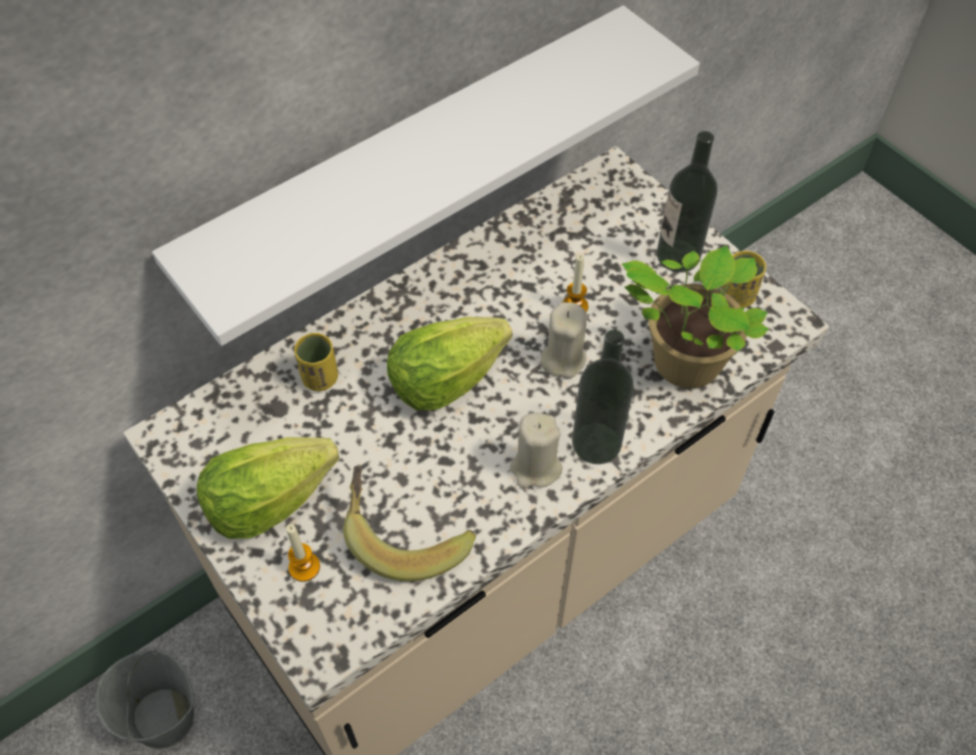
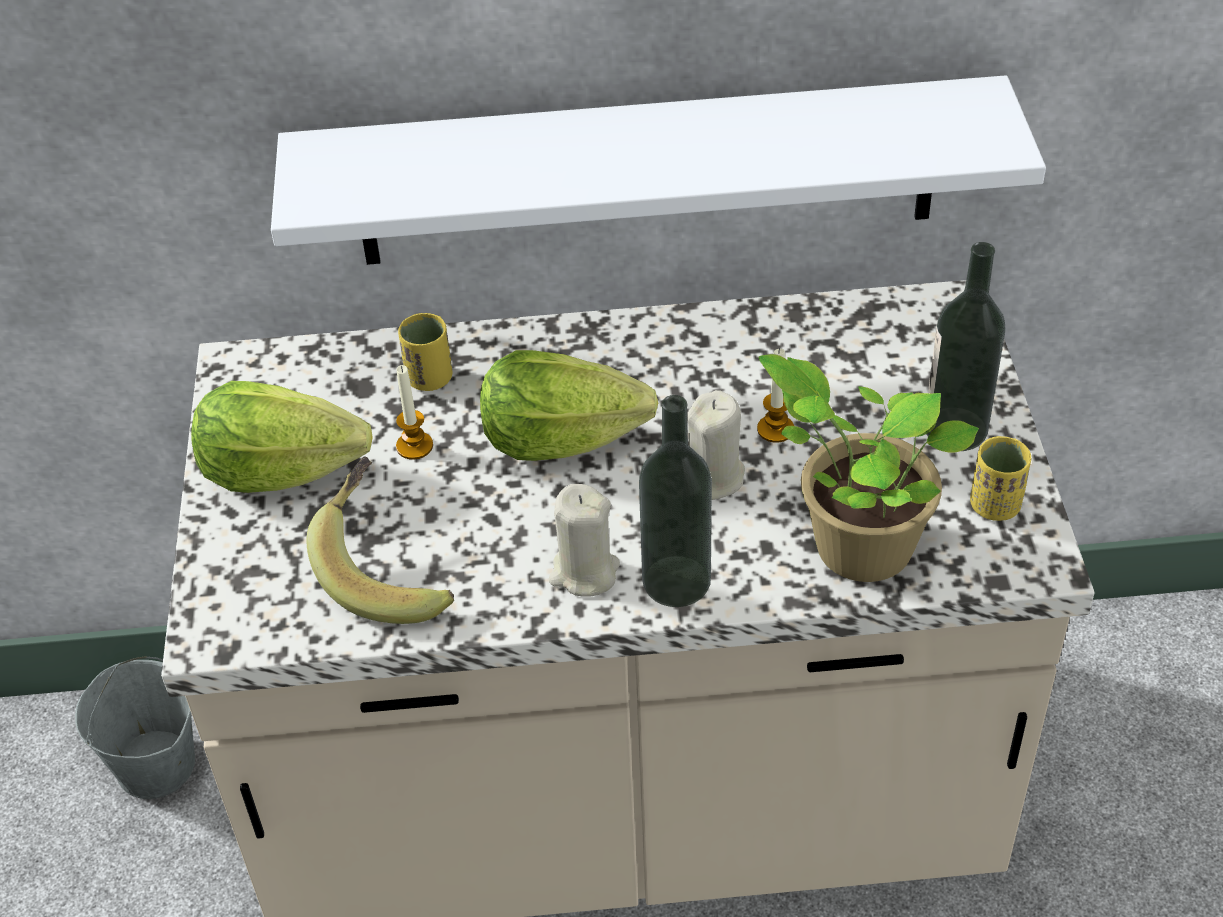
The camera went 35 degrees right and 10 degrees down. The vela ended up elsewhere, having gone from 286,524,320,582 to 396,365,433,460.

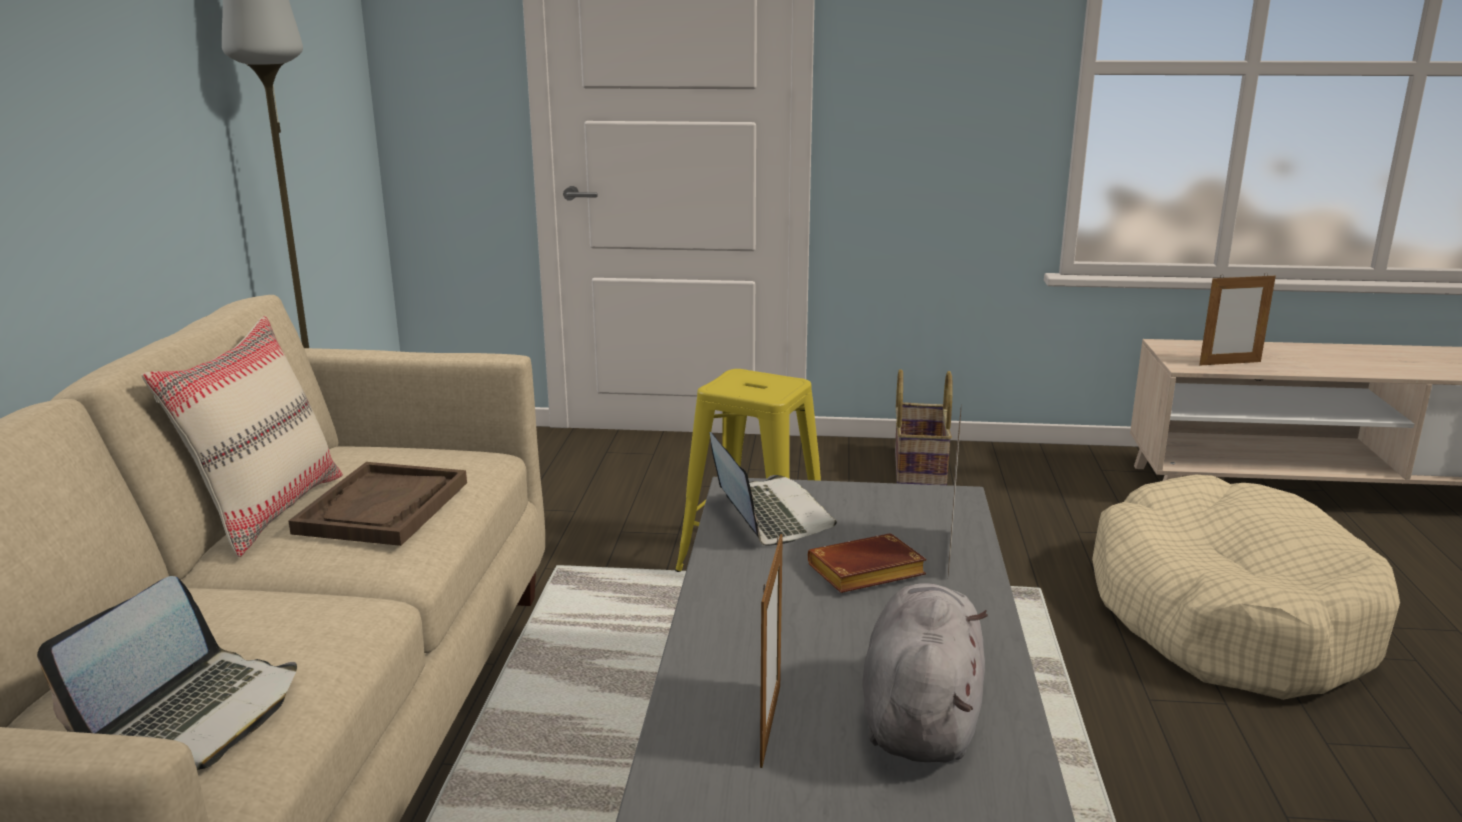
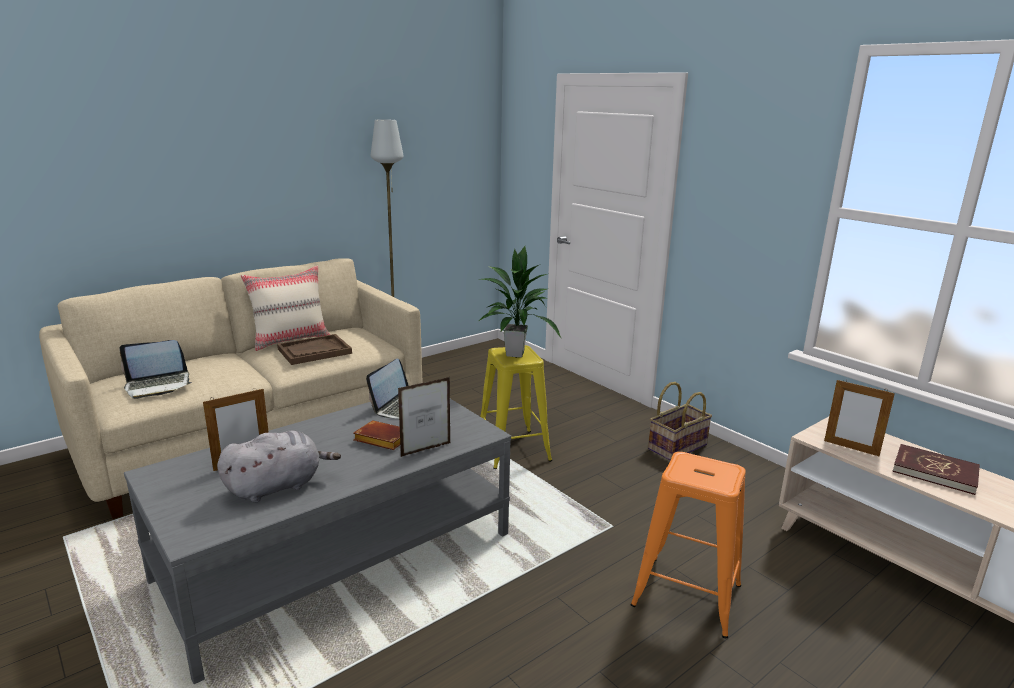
The camera went 45 degrees right and 0 degrees up. The second view gained the planta en maceta at 477,246,562,357. Where the cama para perro/beis stood at 1092,475,1400,700, the taburete/naranja came to stand at 631,452,746,638. The second view gained the libro/rojo at 892,444,980,495.

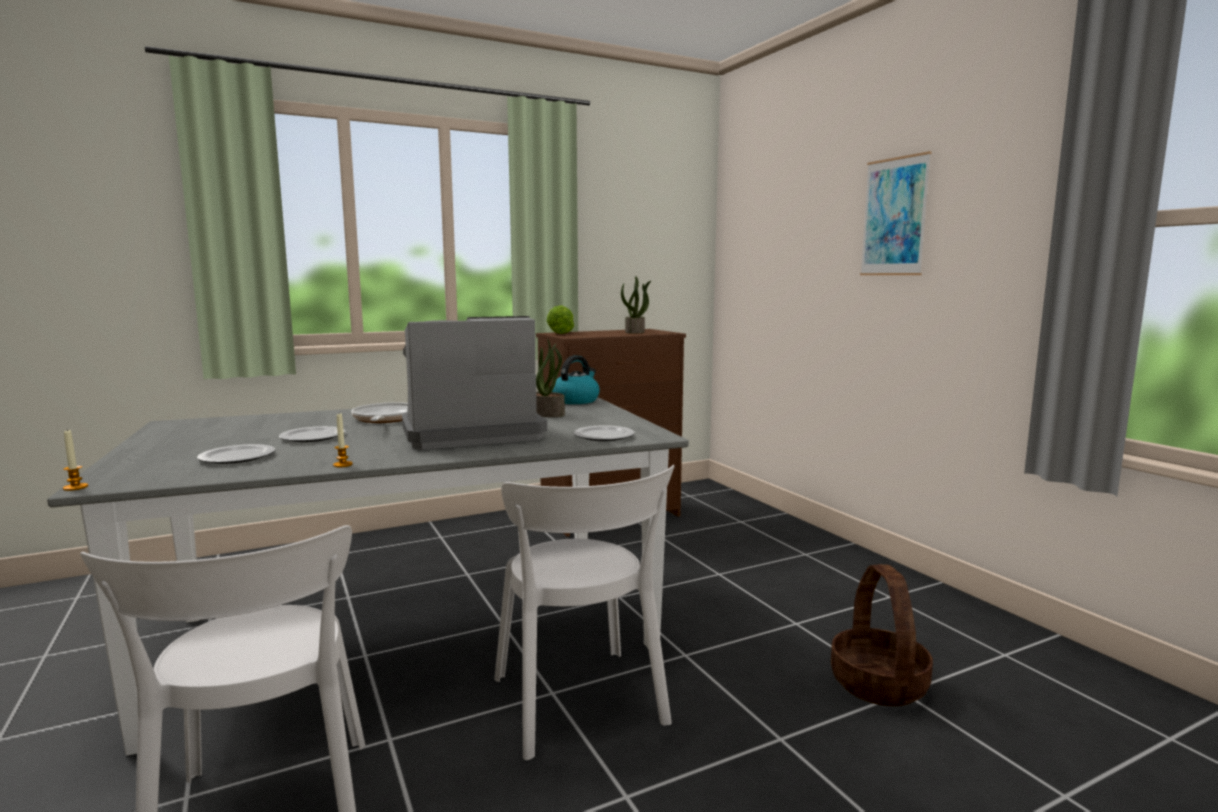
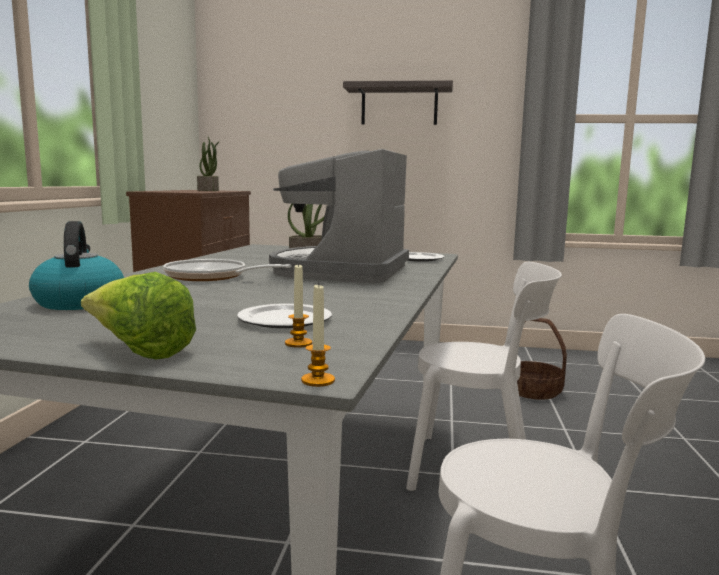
The camera went 55 degrees left and 0 degrees up. The hervidor ended up elsewhere, having gone from 552,355,600,404 to 29,221,124,310. The lechuga ended up elsewhere, having gone from 547,305,574,334 to 81,272,196,359. The vela ended up elsewhere, having gone from 333,413,353,468 to 285,263,312,348. Where the cuadro hung at 860,151,931,275, the estante came to hang at 343,80,453,125. The second view lost the plato at 279,426,346,442.

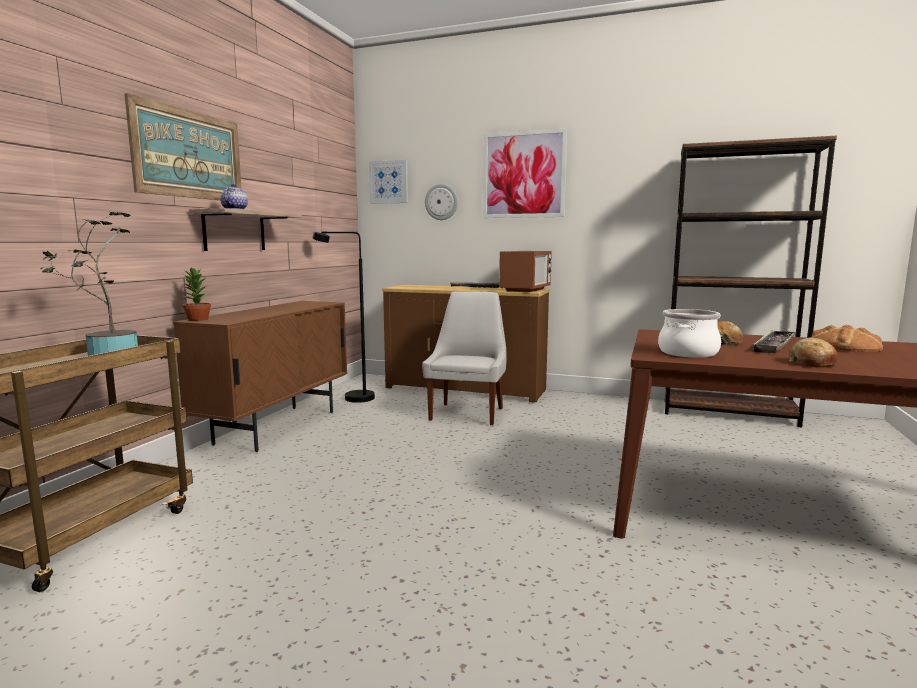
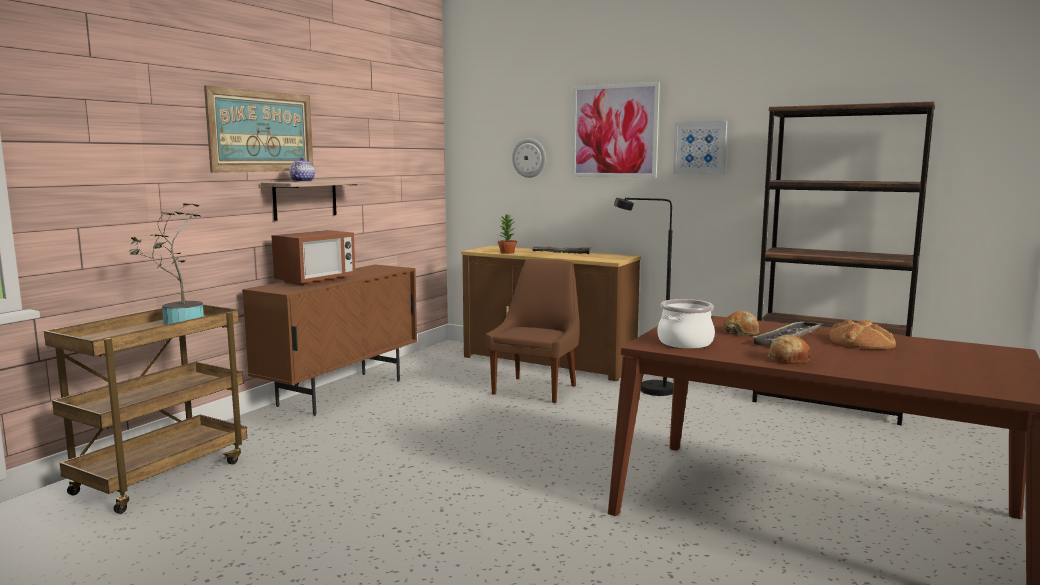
The camera went 10 degrees right and 0 degrees up. The microondas ended up elsewhere, having gone from 499,251,552,292 to 271,230,356,286. What was the silla/blanco at 422,291,507,425 turned into the silla/marrón at 485,259,580,403. The planta en maceta ended up elsewhere, having gone from 181,267,211,321 to 498,215,517,254. The lámpara de pie/negro ended up elsewhere, having gone from 312,232,375,403 to 614,198,673,396. The cuadro ended up elsewhere, having gone from 369,160,408,204 to 673,121,727,175.

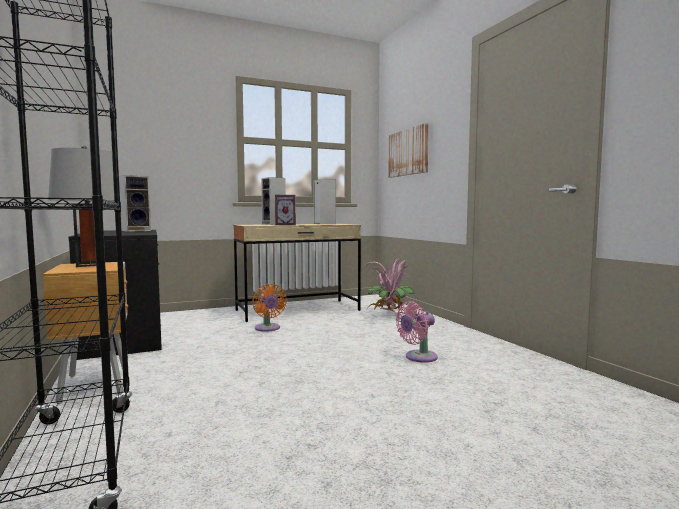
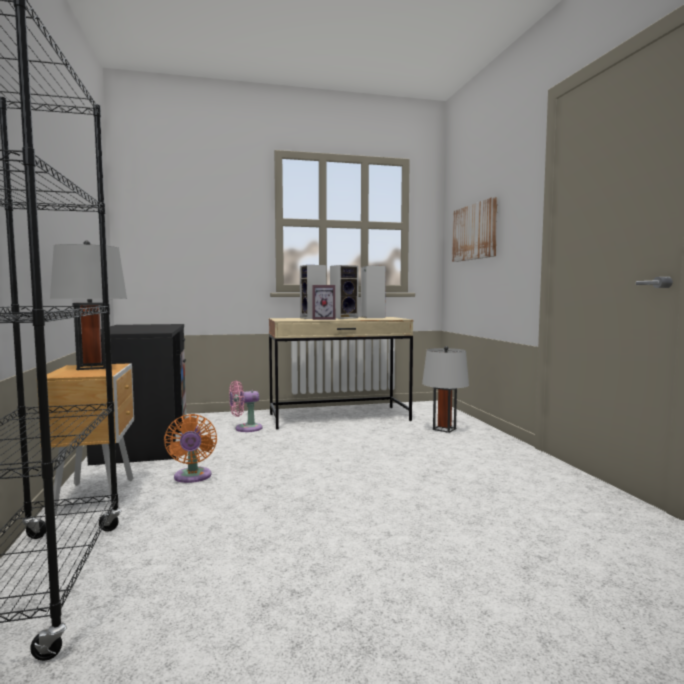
The camera went 10 degrees right and 0 degrees up. The ventilador/naranja ended up elsewhere, having gone from 252,284,287,332 to 164,414,217,483. The ventilador/rosa ended up elsewhere, having gone from 395,301,438,363 to 229,380,263,432. The altavoz ended up elsewhere, having gone from 119,175,151,232 to 330,265,358,319. Where the planta en maceta stood at 367,258,415,312, the lámpara de mesa/gris came to stand at 422,346,469,433.

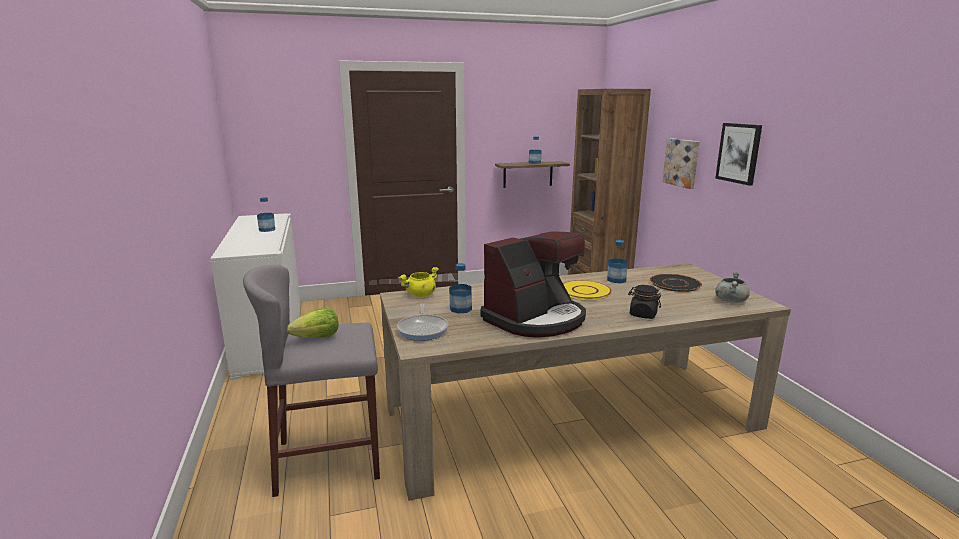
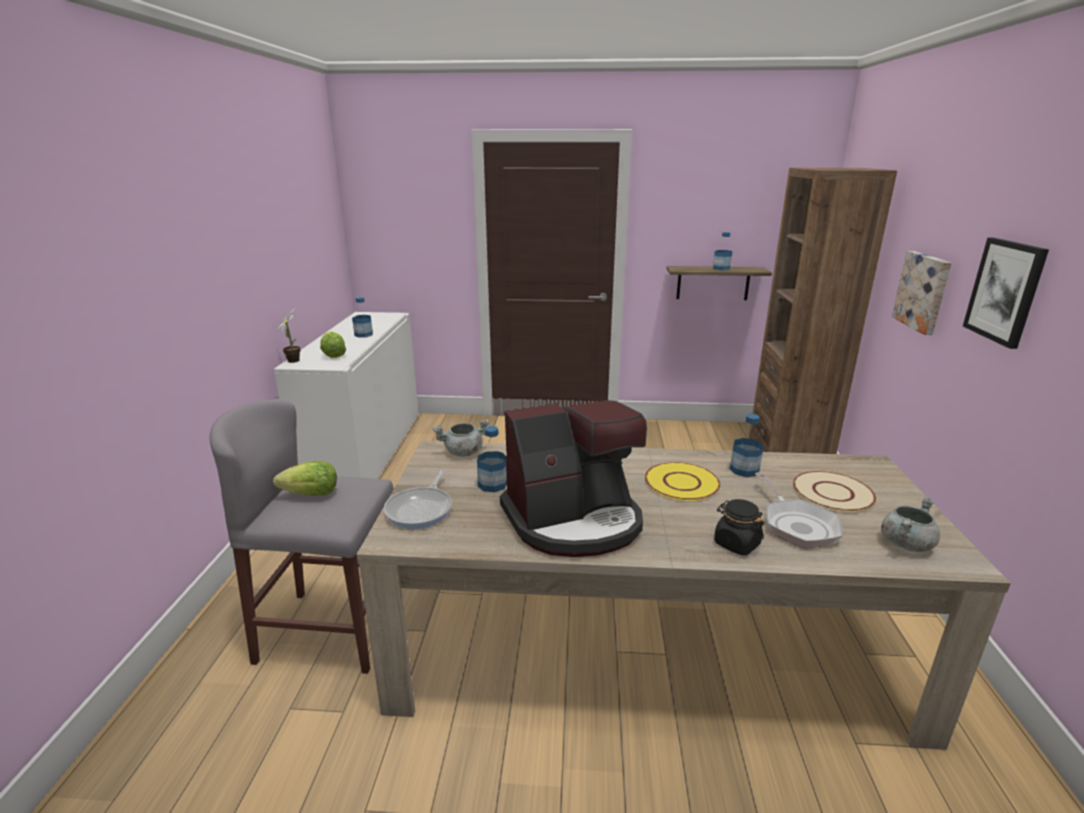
The camera went 20 degrees right and 5 degrees up. The second view gained the planta en maceta at 277,309,301,363. The second view gained the lechuga at 320,331,346,358. What was the olla/amarillo at 398,267,439,297 turned into the olla/gris at 432,419,490,457. The second view gained the sartén at 755,472,843,548. What was the plato/negro at 650,274,702,292 turned into the plato/beis at 793,471,876,512.

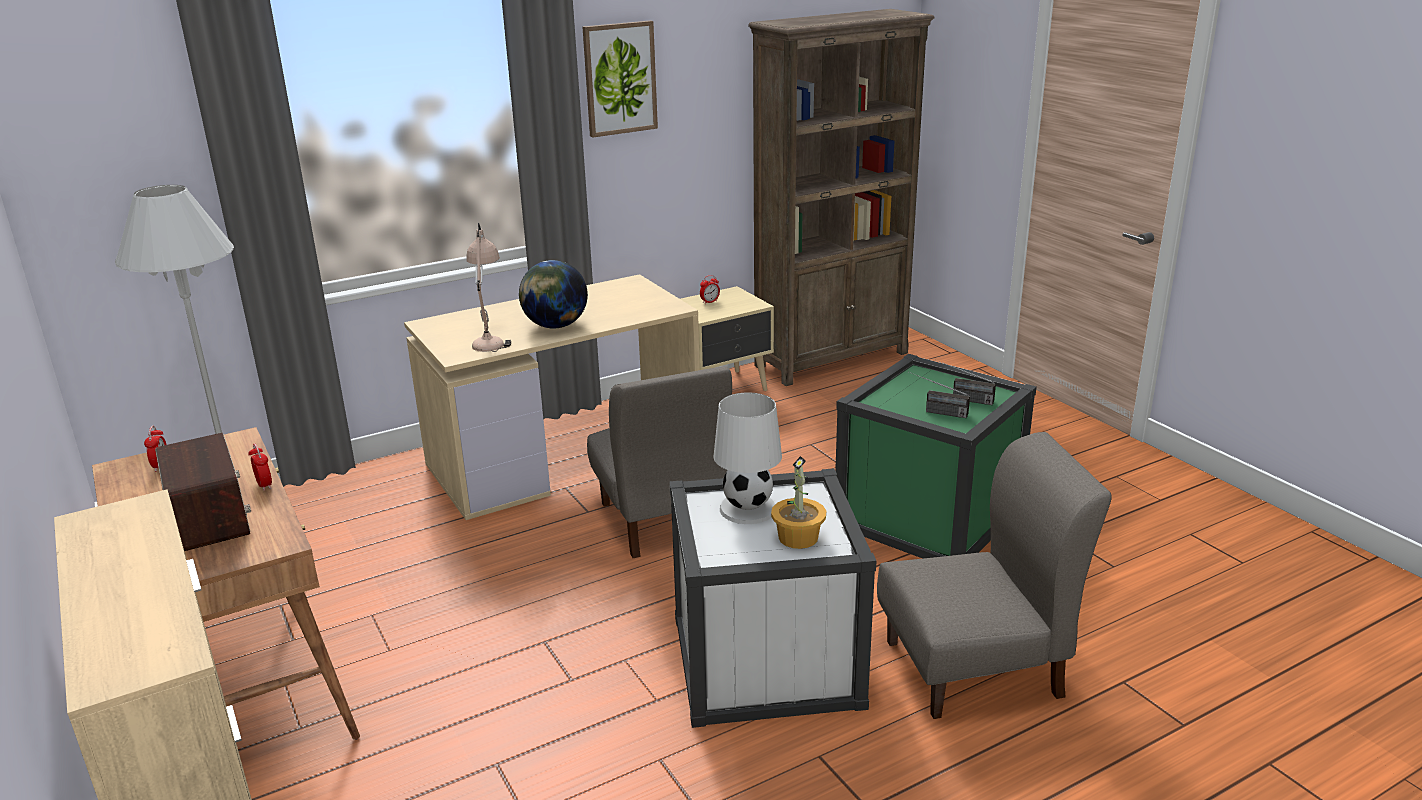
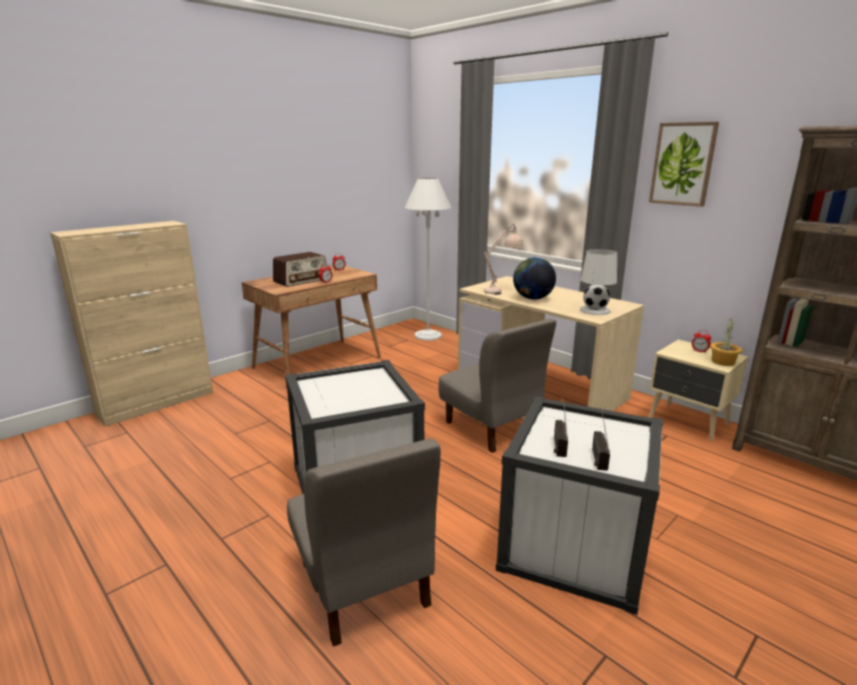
The camera went 75 degrees right and 5 degrees down. The silla/gris at 587,366,732,558 ended up facing another way, 90 degrees counterclockwise from before. What was the caja de almacenaje/verde at 835,354,1037,559 turned into the caja de almacenaje/blanco at 496,396,663,615. The lámpara de mesa/blanco ended up elsewhere, having gone from 714,392,782,524 to 580,249,617,315. The planta en maceta ended up elsewhere, having gone from 771,456,826,549 to 710,317,742,366.

